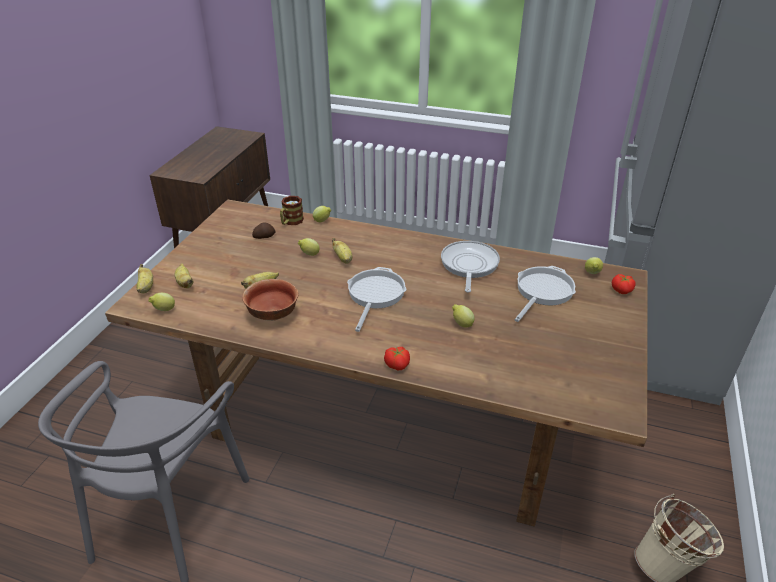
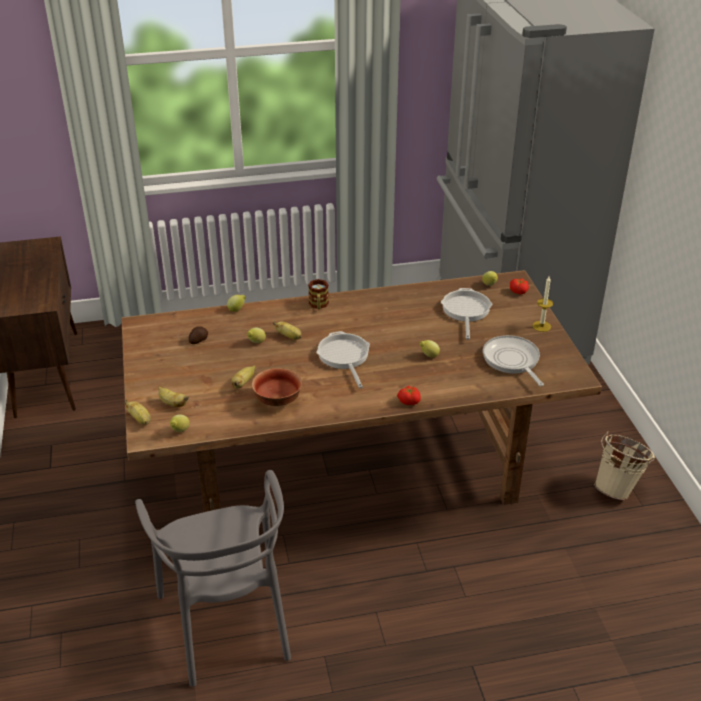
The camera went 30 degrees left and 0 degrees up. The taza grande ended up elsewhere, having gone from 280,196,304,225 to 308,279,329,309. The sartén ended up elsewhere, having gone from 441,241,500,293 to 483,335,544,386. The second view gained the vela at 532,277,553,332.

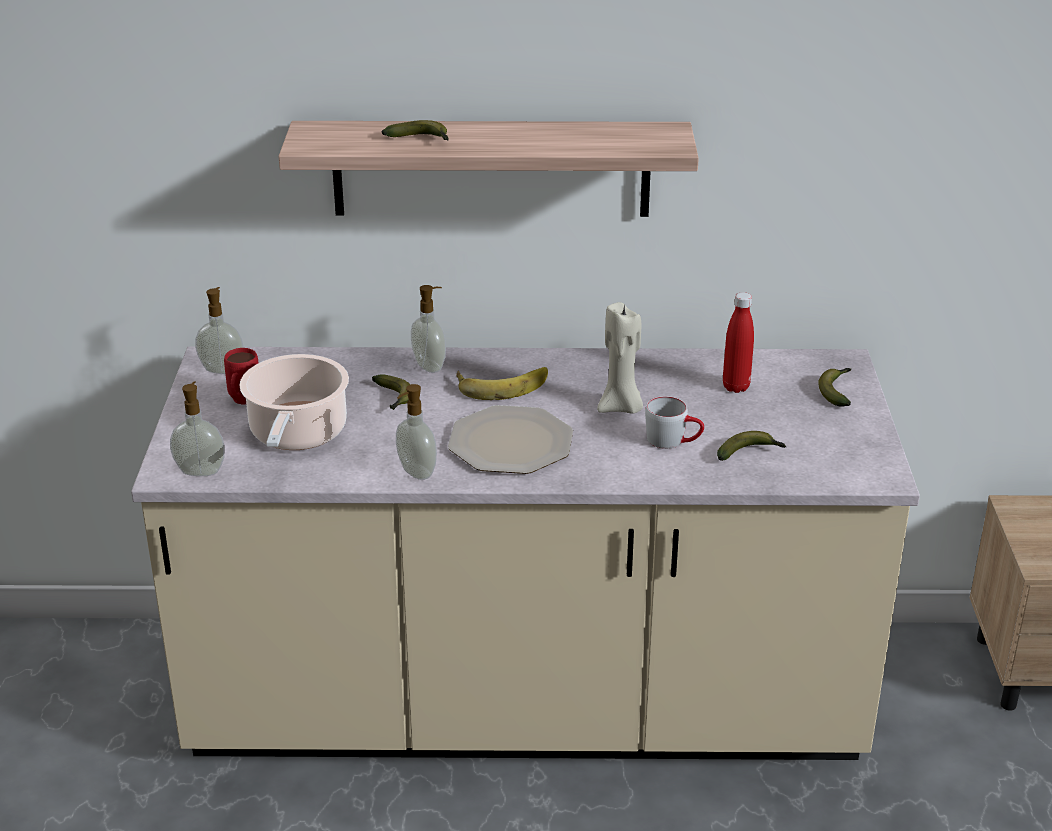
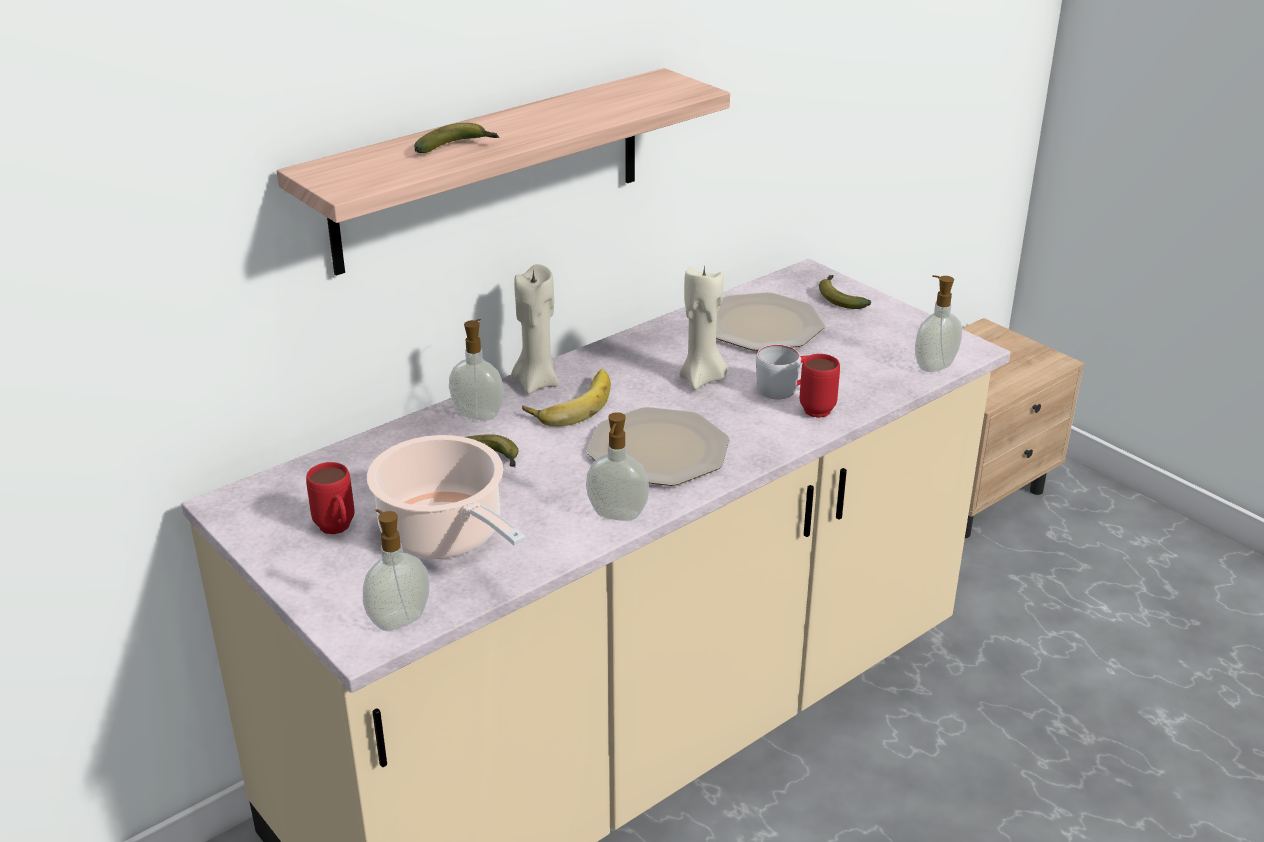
The camera went 40 degrees left and 0 degrees up. The second view gained the vela/beis at 511,264,559,394. Where the botella/rojo stood at 723,292,754,393, the plato came to stand at 716,292,825,351. The second view gained the taza grande/rojo at 800,354,840,418. The dispensador de jabón ended up elsewhere, having gone from 195,287,244,374 to 915,275,962,372. The second view lost the plátano at 717,431,786,461.

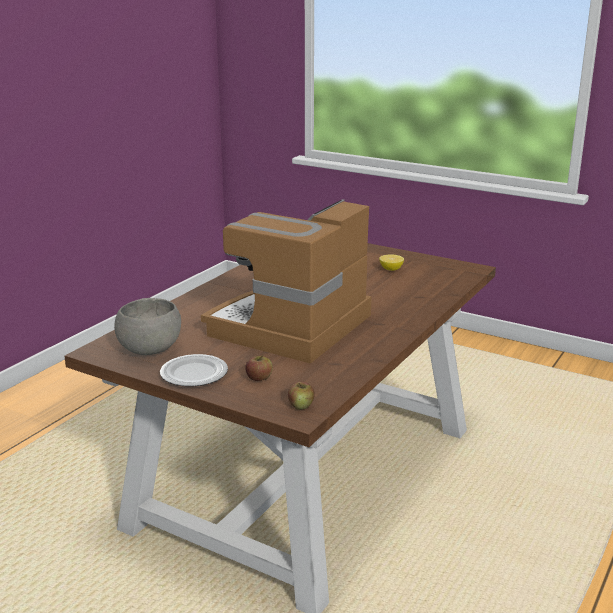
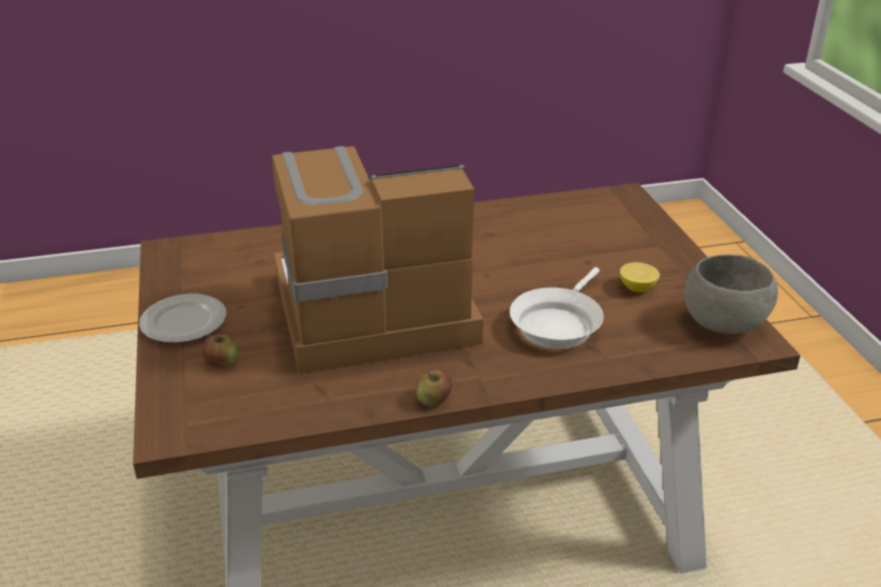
The camera went 45 degrees right and 10 degrees up. The manzana ended up elsewhere, having gone from 288,381,315,410 to 416,370,452,407. The second view gained the sartén/blanco at 510,267,603,349. The cuenco/gris ended up elsewhere, having gone from 114,298,181,355 to 684,254,778,334.

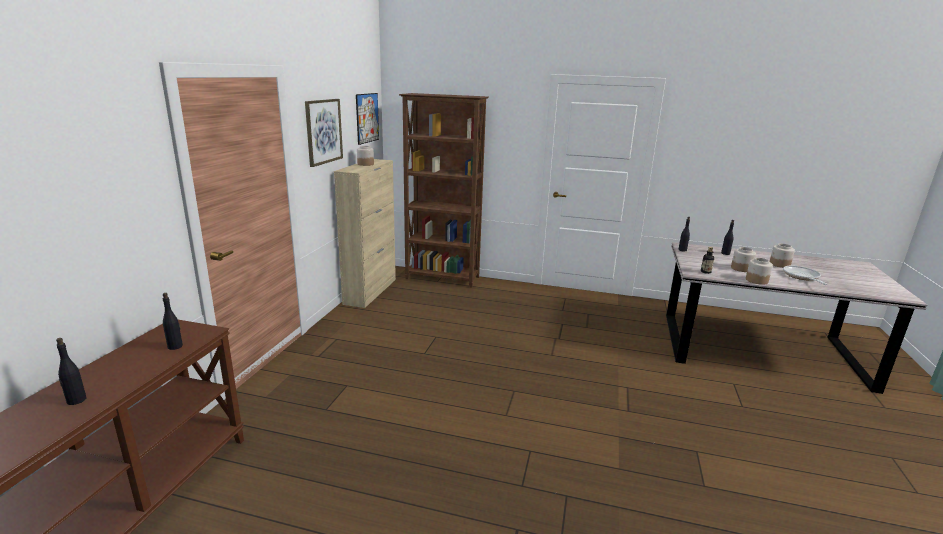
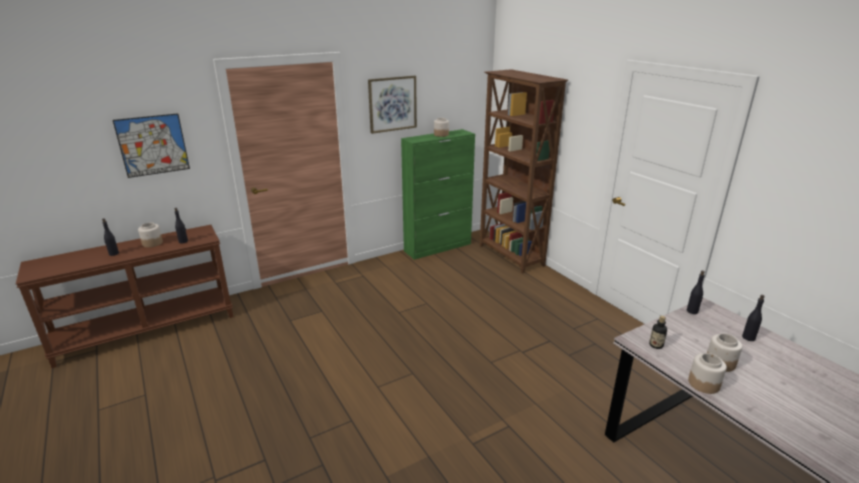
The camera went 45 degrees right and 5 degrees up. The cuadro ended up elsewhere, having gone from 356,93,379,145 to 113,113,190,178. The tarro ended up elsewhere, having gone from 770,243,795,268 to 138,222,163,248. What was the armario/beis at 334,159,396,308 turned into the armario/verde at 401,129,475,260. The second view lost the sartén at 783,265,827,285.

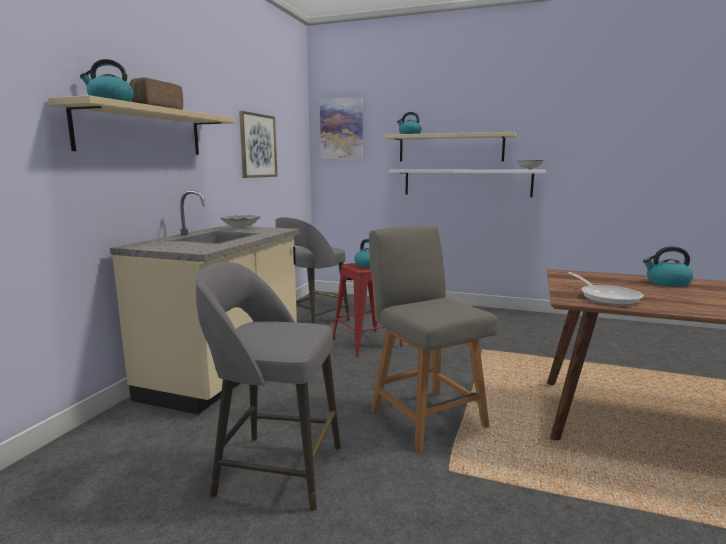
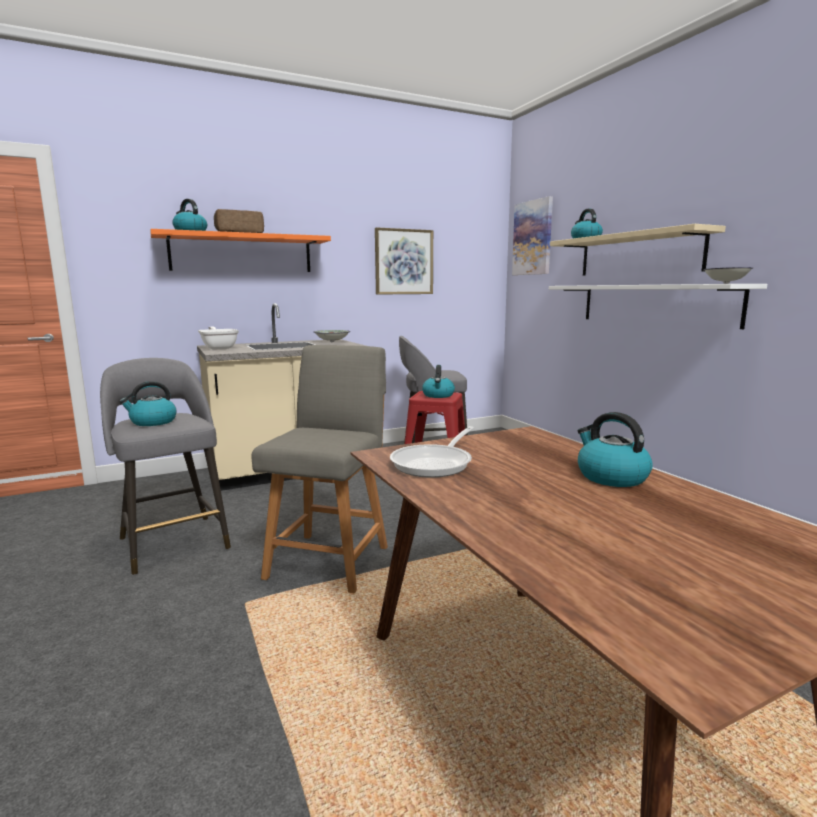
The camera went 45 degrees right and 0 degrees up. The second view gained the hervidor at 119,381,177,426. What was the estante/beis at 48,95,235,155 turned into the estante/naranja at 150,229,331,272. The second view gained the sartén at 198,327,239,350.

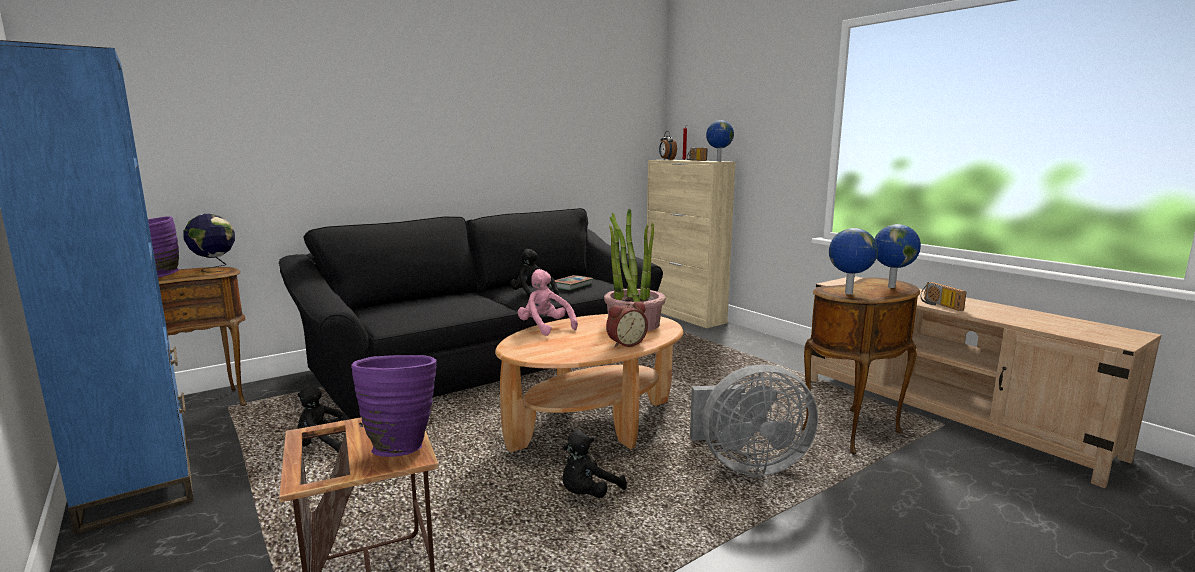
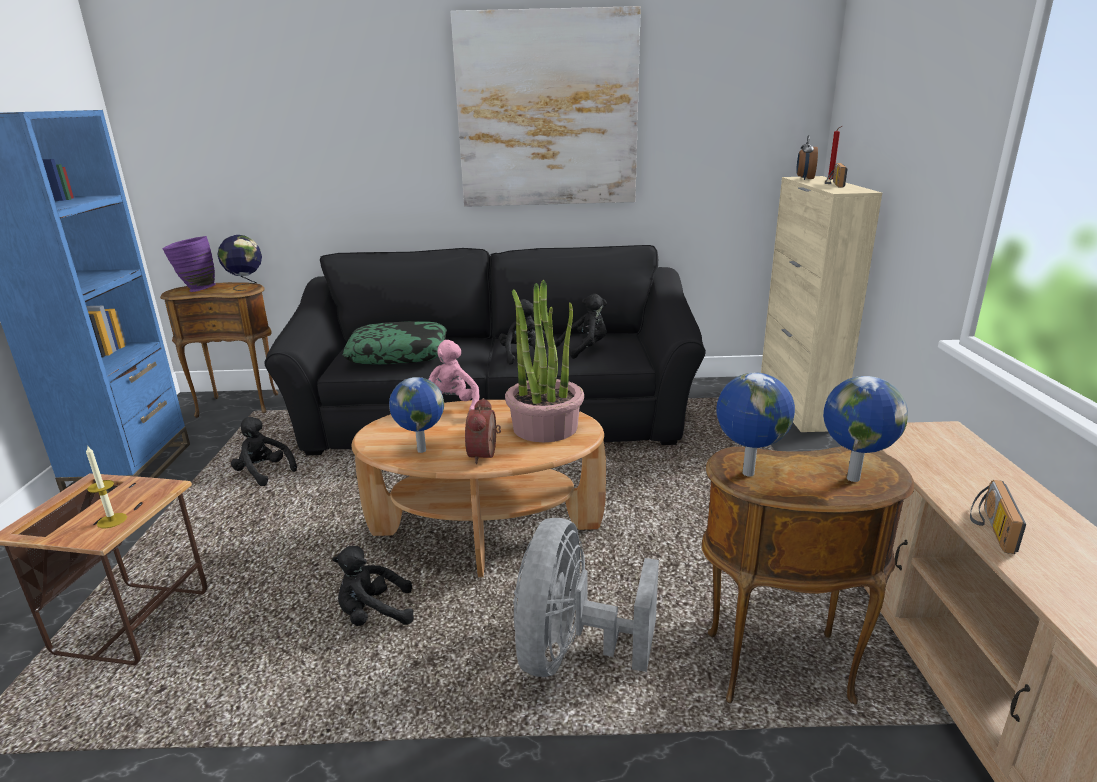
The camera went 35 degrees right and 10 degrees up. Where the florero/morado stood at 351,355,436,457, the vela came to stand at 86,445,127,528. The second view gained the cojín at 343,321,447,364. The globo terráqueo ended up elsewhere, having gone from 706,120,734,162 to 389,377,444,453. The second view gained the cuadro at 451,6,641,207. The despertador at 606,301,648,348 ended up facing another way, 90 degrees clockwise from before. The ventilador/gris at 690,364,818,476 ended up facing another way, 75 degrees clockwise from before. Where the libro stood at 549,275,593,290, the peluche/negro came to stand at 555,294,607,359.

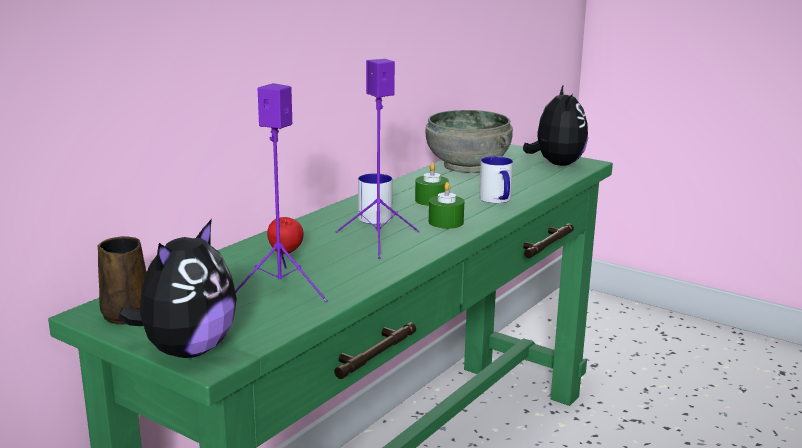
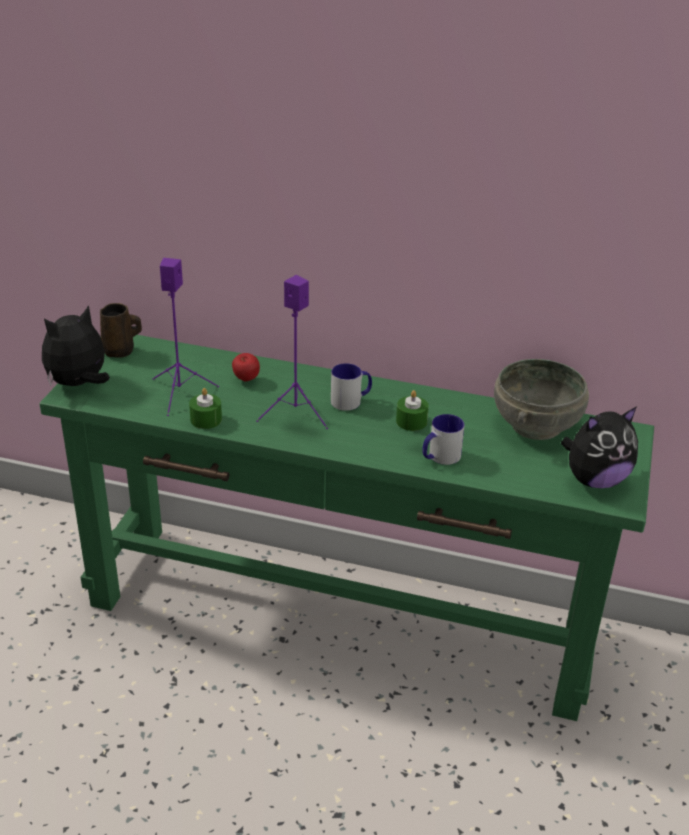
The camera went 70 degrees right and 15 degrees up. The peluche at 118,219,237,358 ended up facing another way, 135 degrees clockwise from before. The vela/verde ended up elsewhere, having gone from 429,182,464,229 to 189,388,222,429.

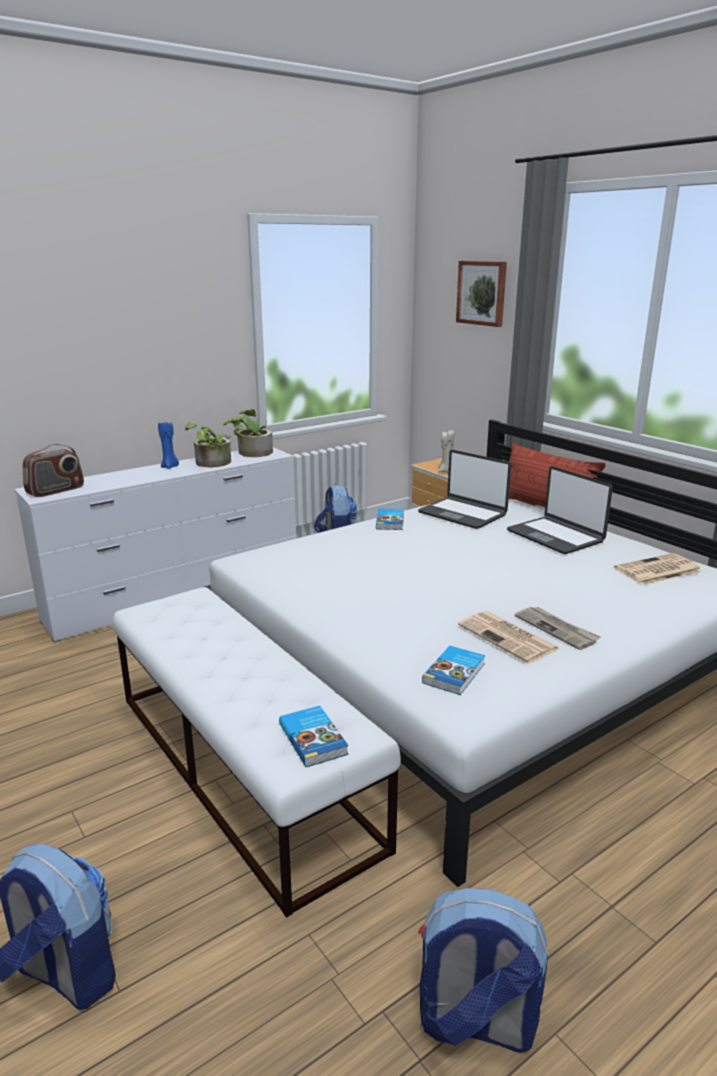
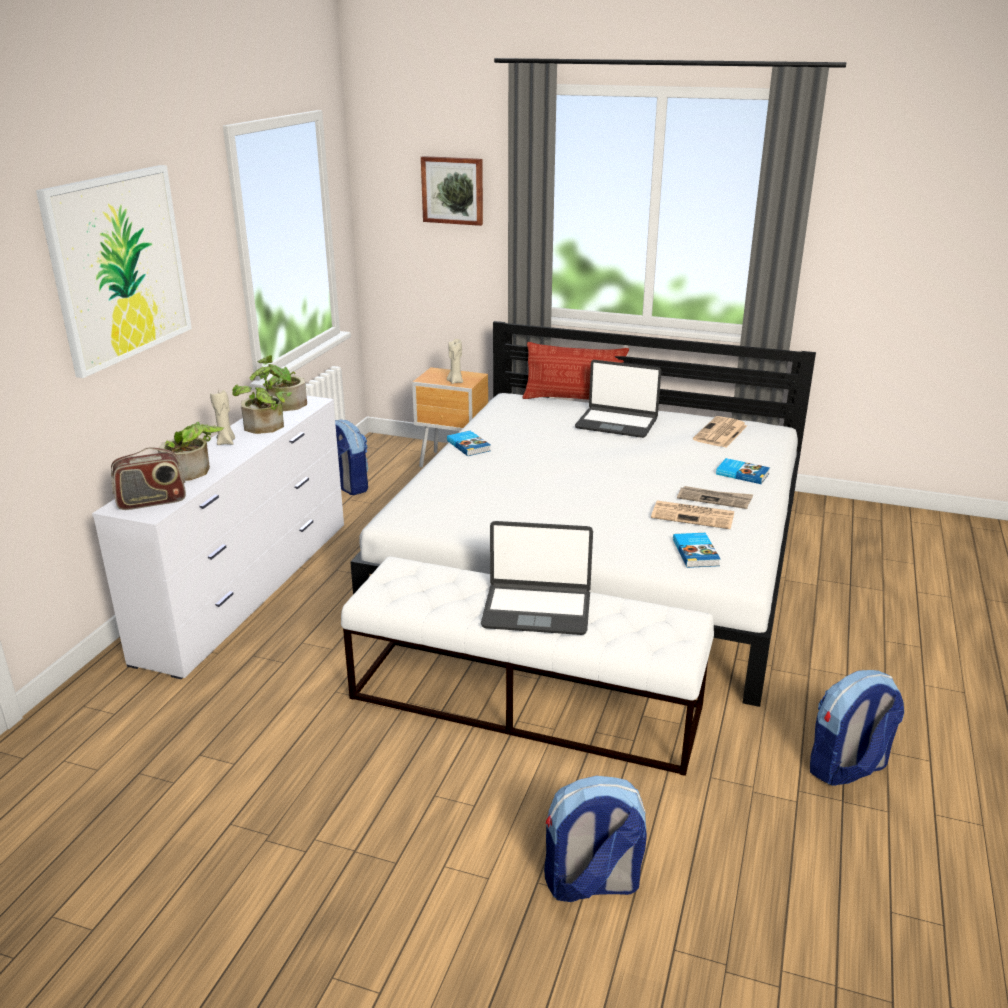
The camera went 35 degrees left and 5 degrees up. The second view gained the cuadro at 36,165,192,378. The radio at 22,444,84,497 ended up facing another way, 60 degrees clockwise from before. The second view gained the planta en maceta at 158,422,224,481. What was the vela/azul at 158,422,179,469 turned into the vela/beis at 210,390,235,445. The portátil ended up elsewhere, having gone from 418,450,511,529 to 481,521,593,635. The libro ended up elsewhere, having gone from 279,706,348,767 to 716,458,770,484.

